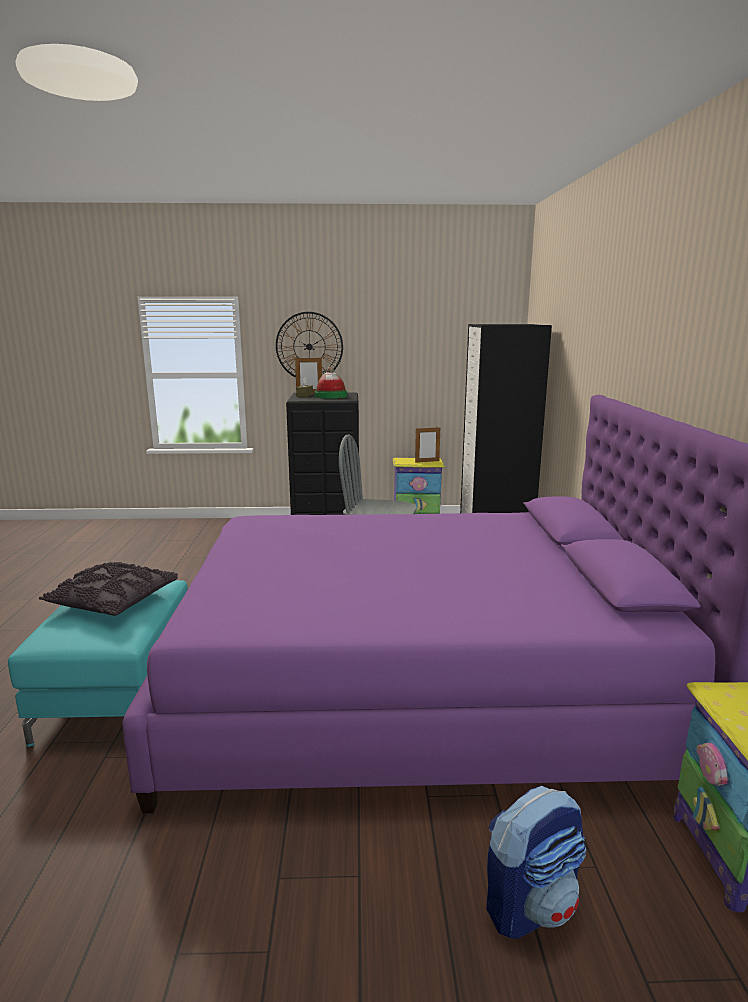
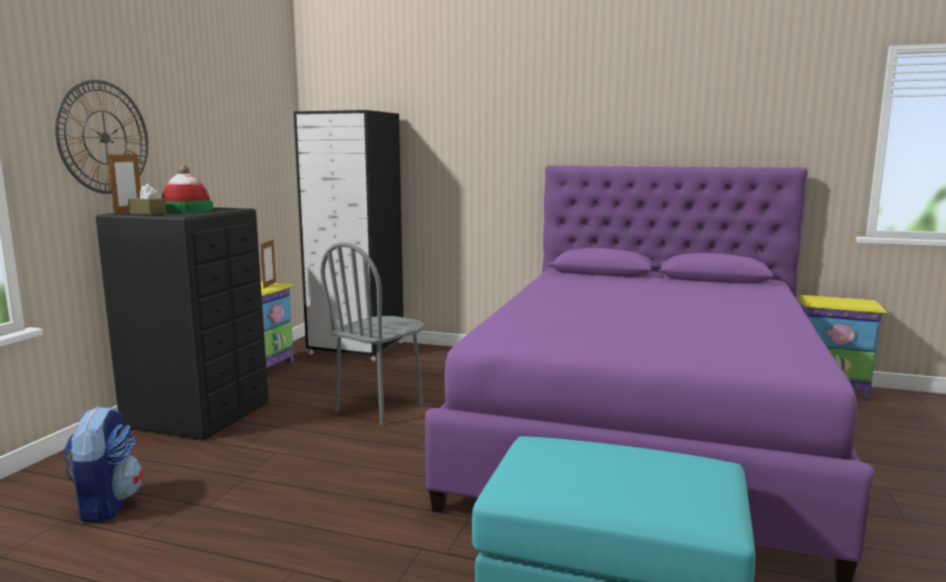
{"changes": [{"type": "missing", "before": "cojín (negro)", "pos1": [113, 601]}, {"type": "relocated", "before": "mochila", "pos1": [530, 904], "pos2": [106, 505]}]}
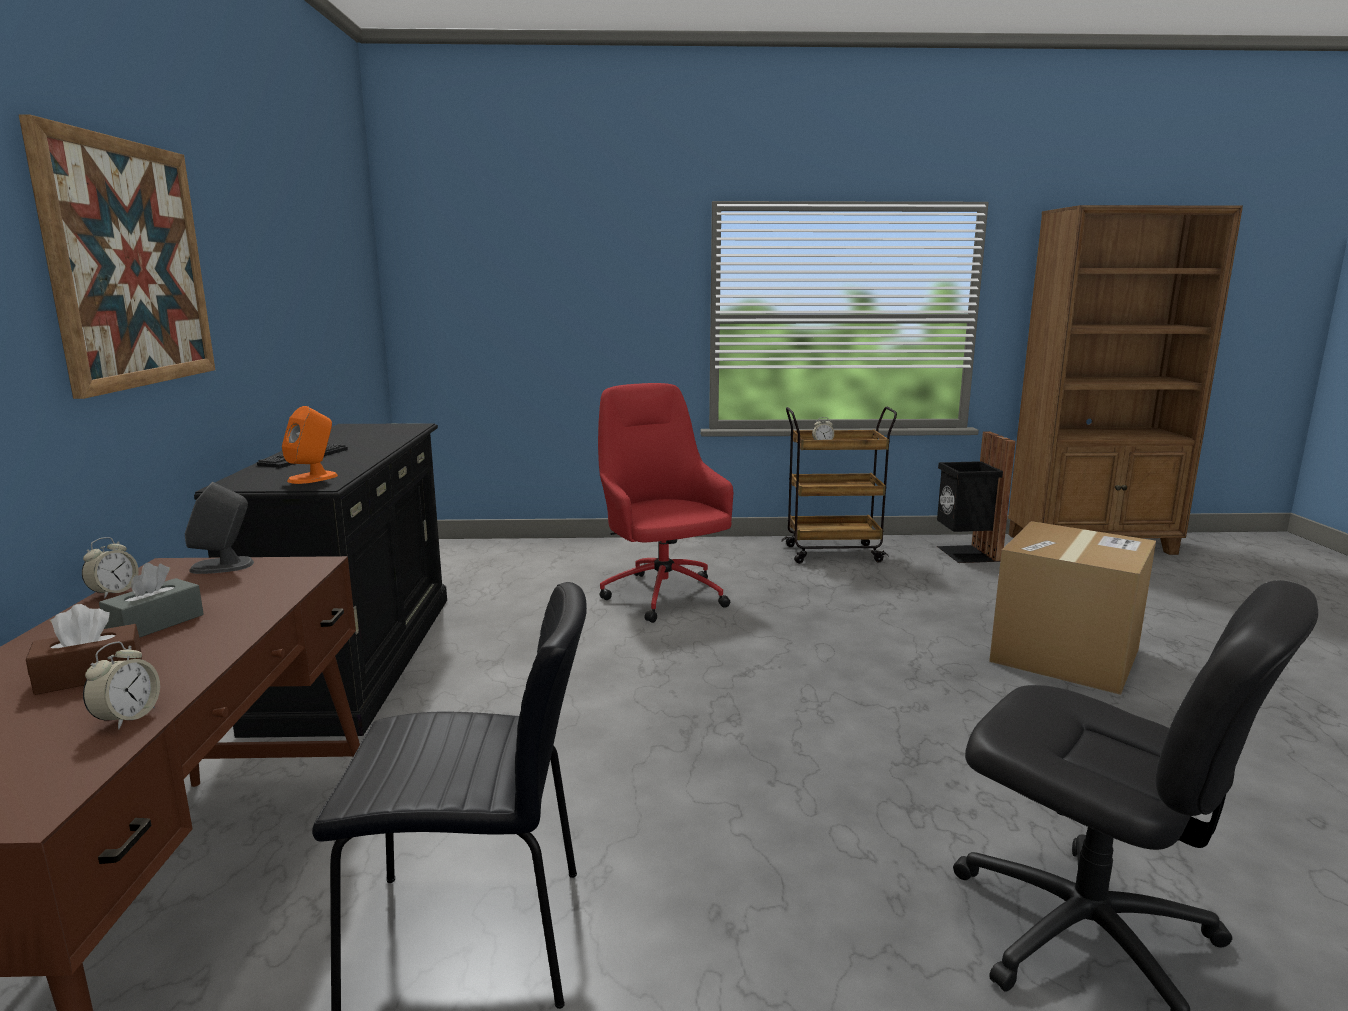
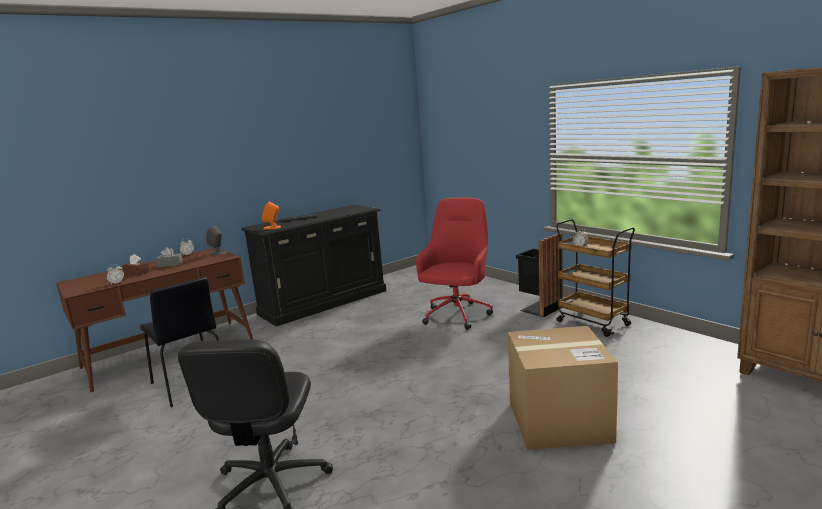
{"changes": [{"type": "missing", "before": "cuadro", "pos1": [129, 264]}, {"type": "relocated", "before": "papelera (negro)", "pos1": [966, 554], "pos2": [539, 308]}]}
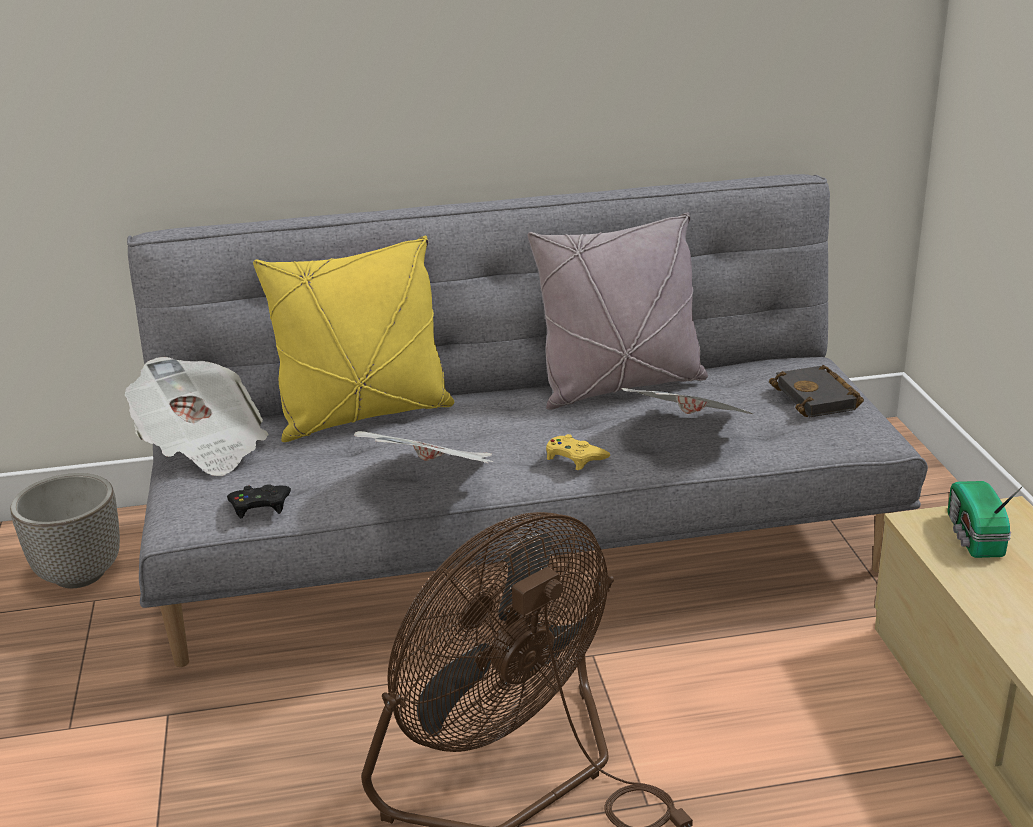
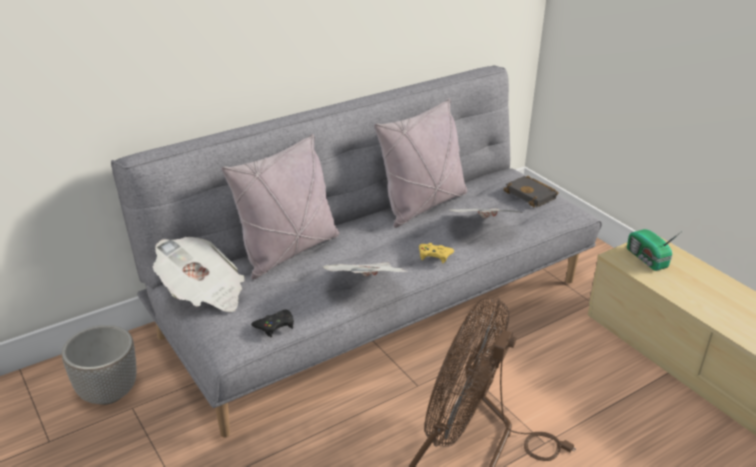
{"changes": [{"type": "colour", "before": "cojín (amarillo)", "after": "cojín (morado)", "pos1": [364, 415], "pos2": [288, 251]}]}
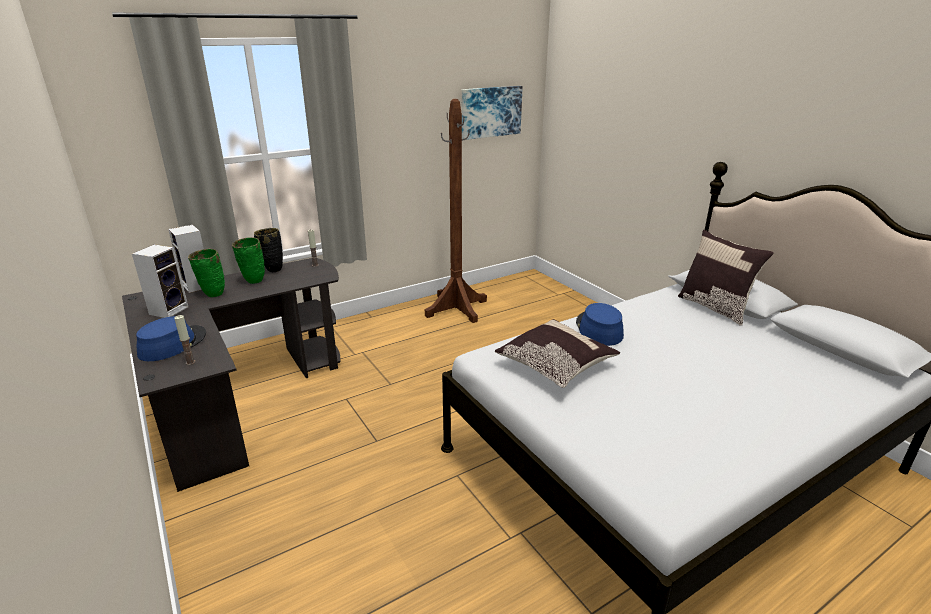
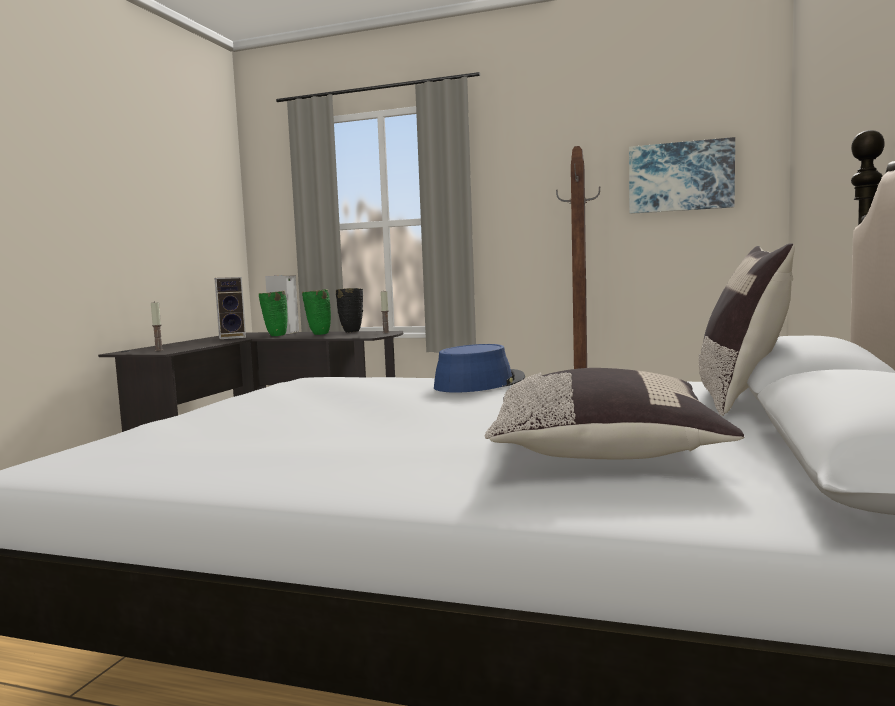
{"changes": [{"type": "missing", "before": "sombrero (azul)", "pos1": [172, 344]}, {"type": "relocated", "before": "cojín", "pos1": [555, 365], "pos2": [602, 451]}]}
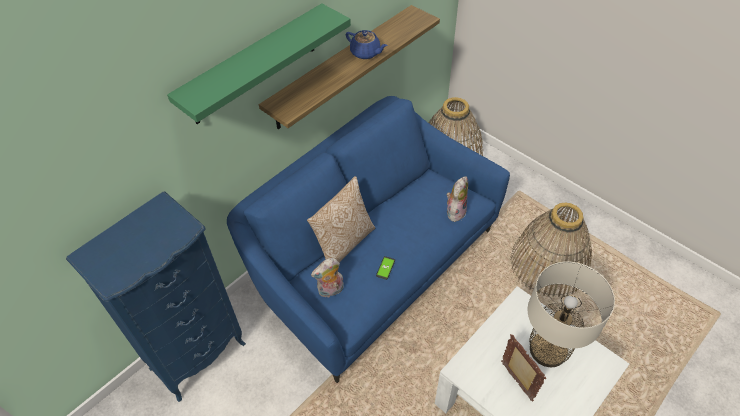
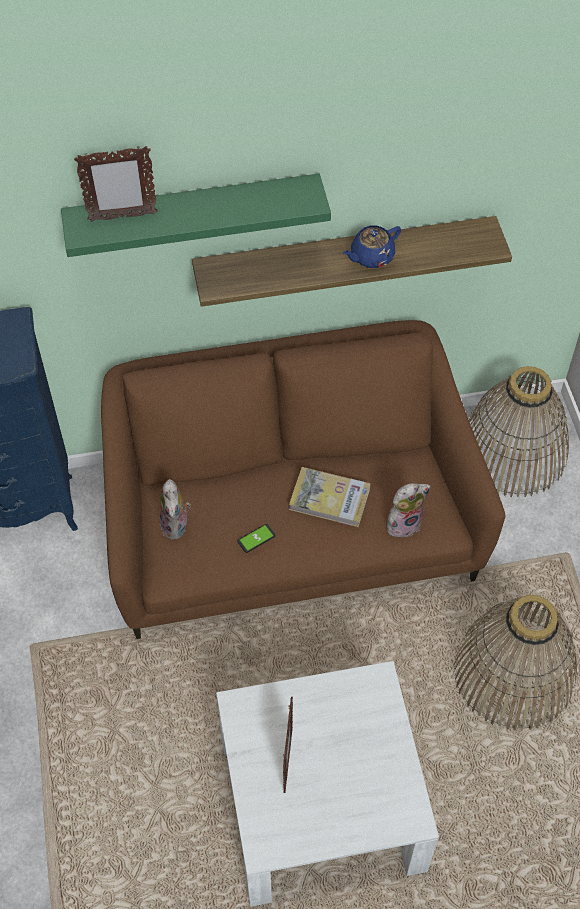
{"changes": [{"type": "missing", "before": "cojín", "pos1": [344, 244]}, {"type": "missing", "before": "lámpara de mesa", "pos1": [548, 350]}, {"type": "appeared", "after": "portarretratos", "pos2": [122, 217]}, {"type": "appeared", "after": "libro", "pos2": [329, 499]}, {"type": "colour", "before": "sofá (azul)", "after": "sofá (marrón)", "pos1": [372, 264], "pos2": [290, 529]}, {"type": "spun", "before": "peluche", "pos1": [330, 291], "pos2": [177, 526], "turn": -105}, {"type": "spun", "before": "tetera (azul)", "pos1": [366, 53], "pos2": [371, 257], "turn": 75}]}
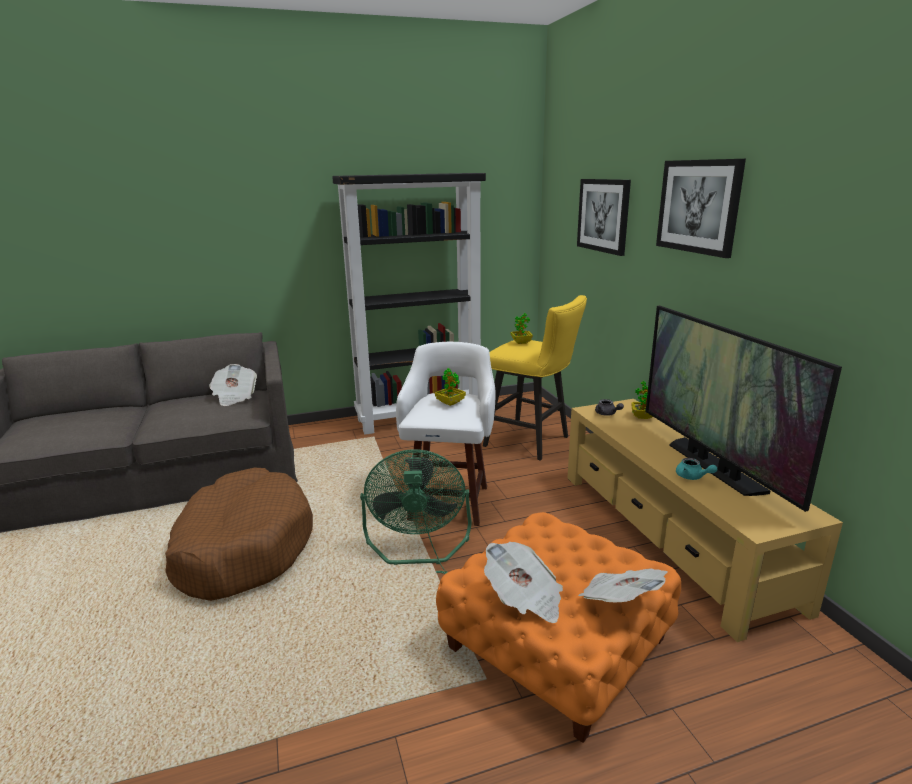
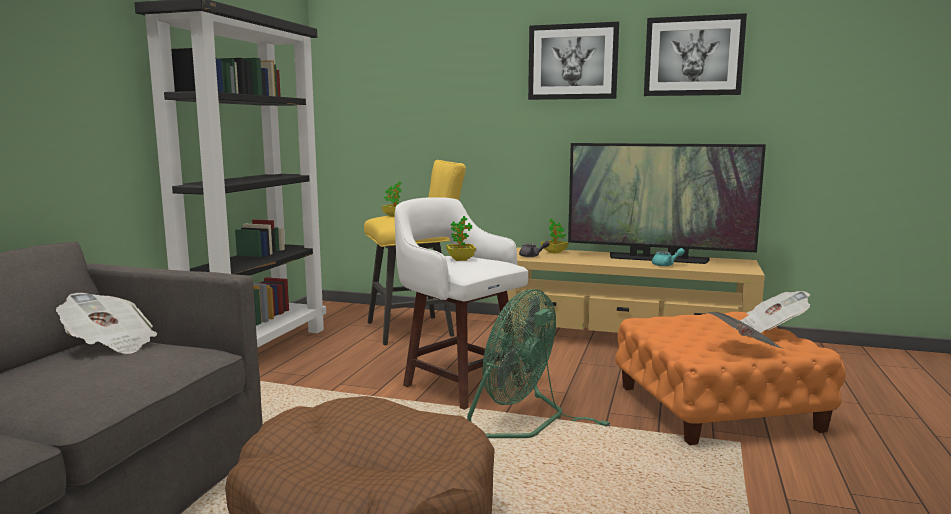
{"changes": [{"type": "relocated", "before": "cuadro", "pos1": [603, 215], "pos2": [693, 56]}]}
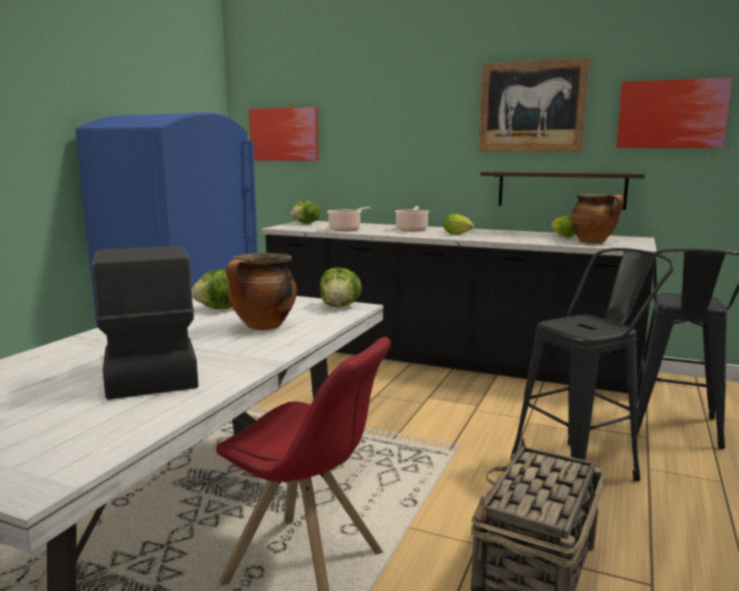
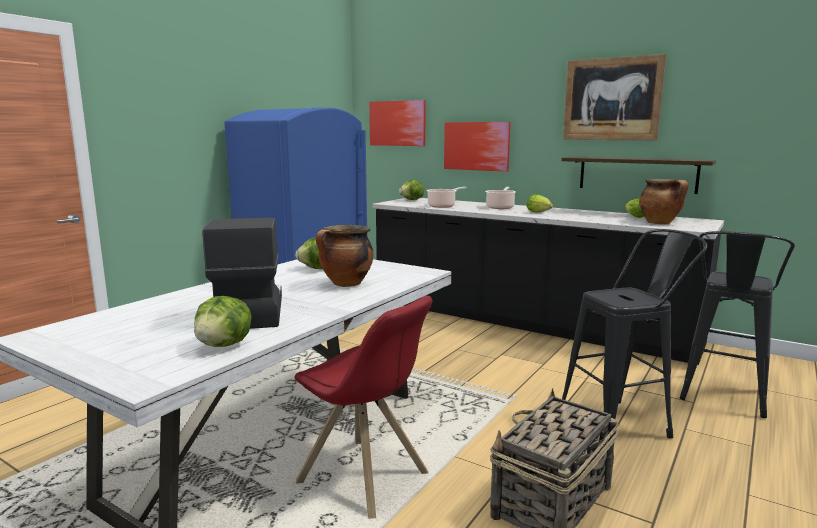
{"changes": [{"type": "relocated", "before": "lechuga", "pos1": [340, 306], "pos2": [225, 345]}, {"type": "relocated", "before": "cuadro", "pos1": [671, 114], "pos2": [476, 146]}]}
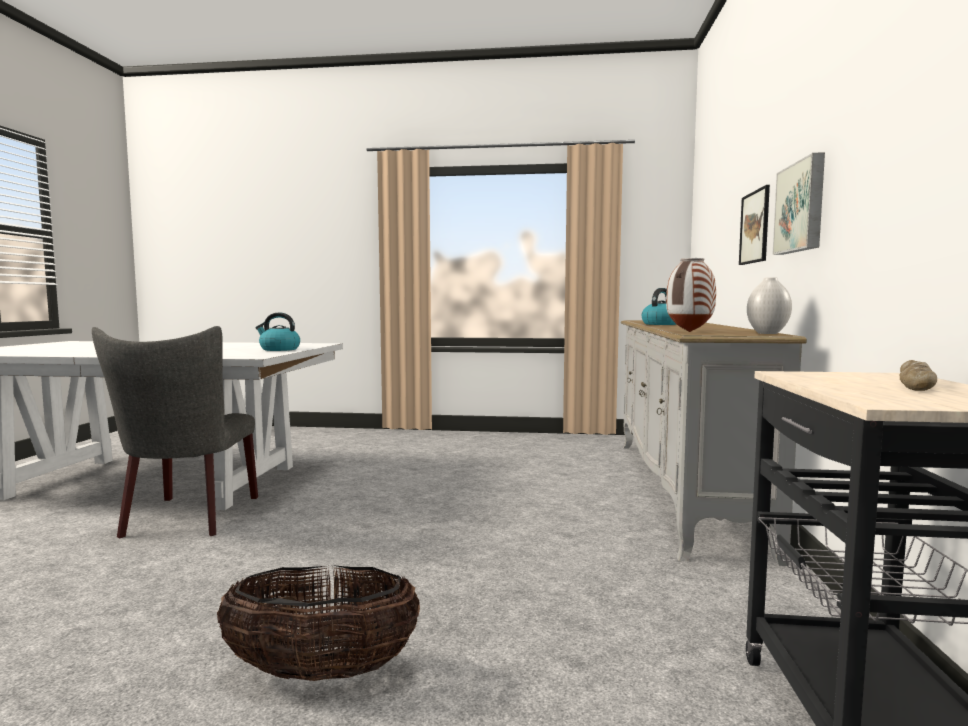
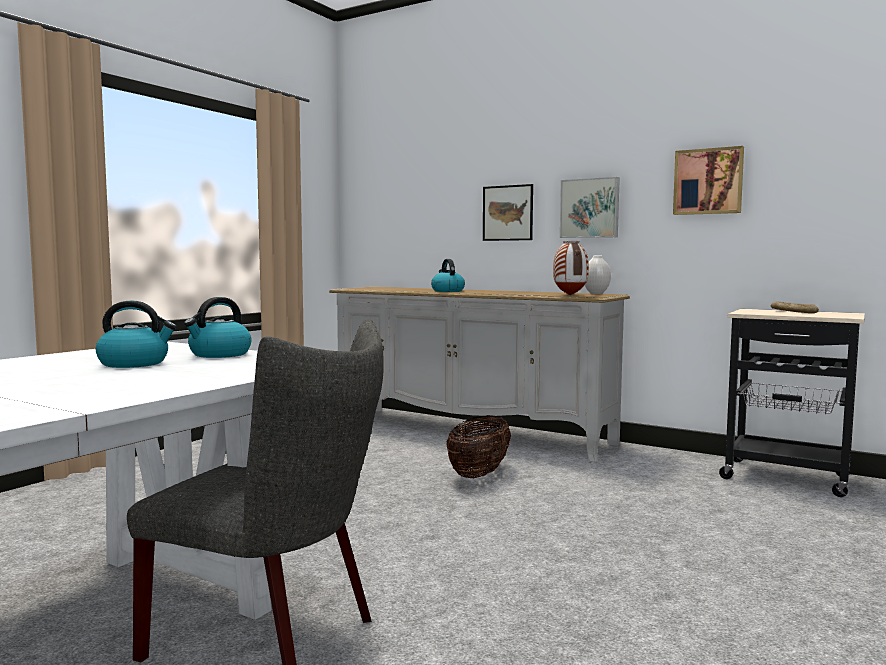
{"changes": [{"type": "appeared", "after": "hervidor", "pos2": [135, 363]}, {"type": "appeared", "after": "cuadro", "pos2": [708, 181]}, {"type": "relocated", "before": "cesta", "pos1": [322, 672], "pos2": [479, 474]}]}
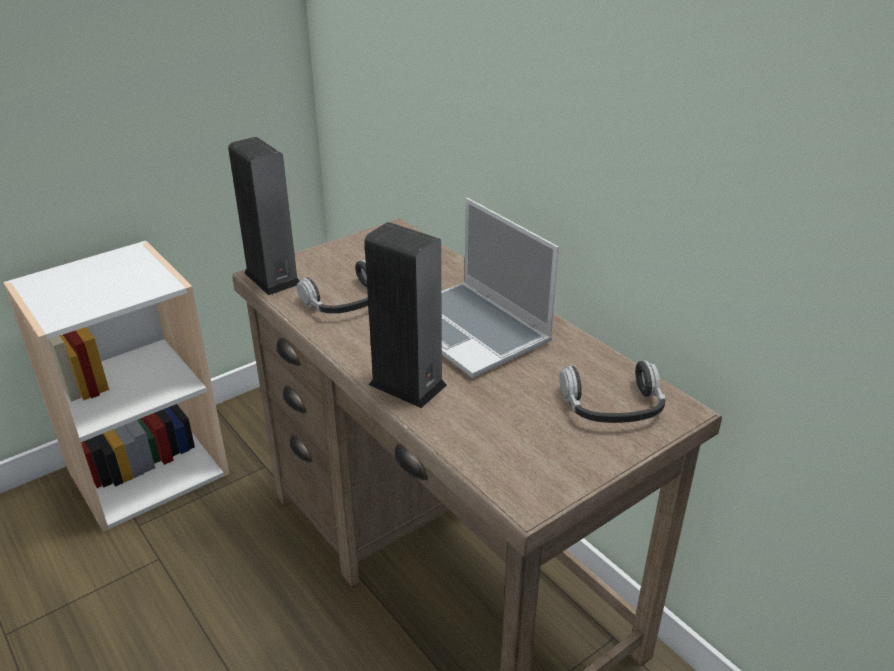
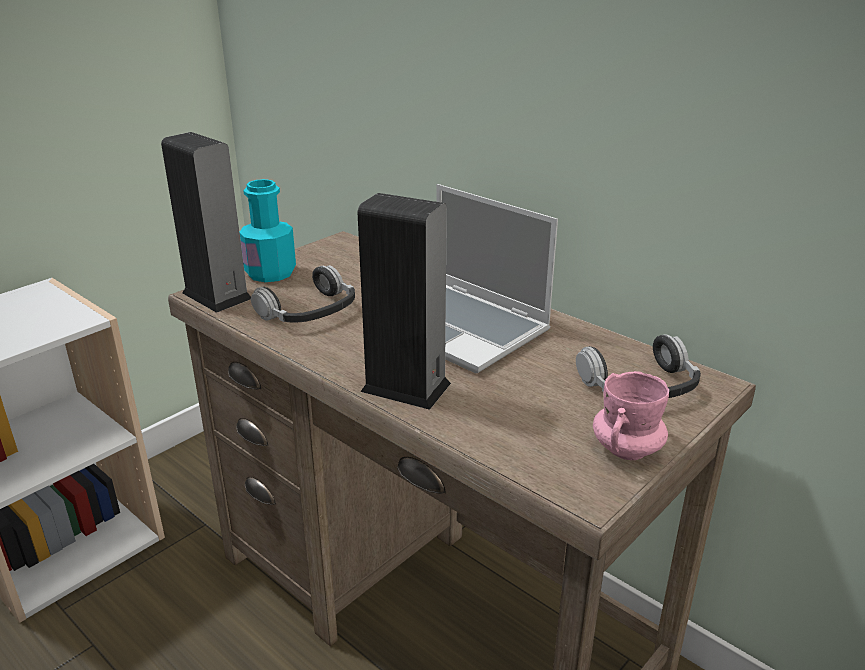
{"changes": [{"type": "appeared", "after": "botella (turquesa)", "pos2": [270, 273]}, {"type": "appeared", "after": "taza grande (rosa)", "pos2": [626, 449]}]}
